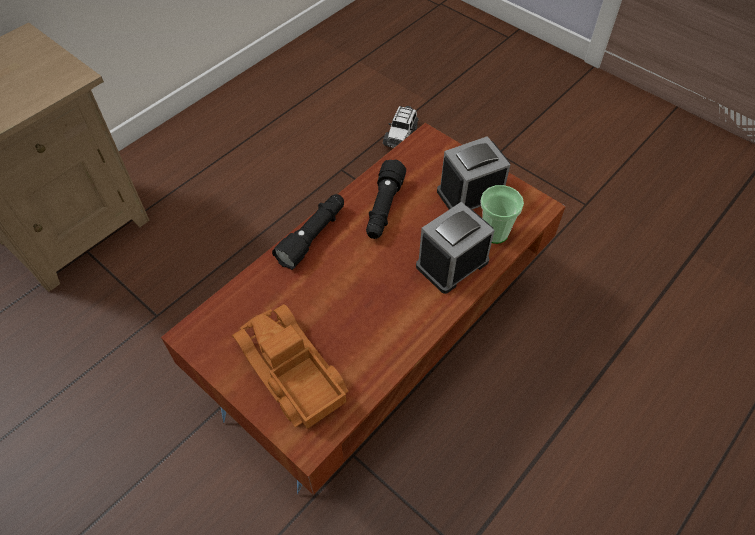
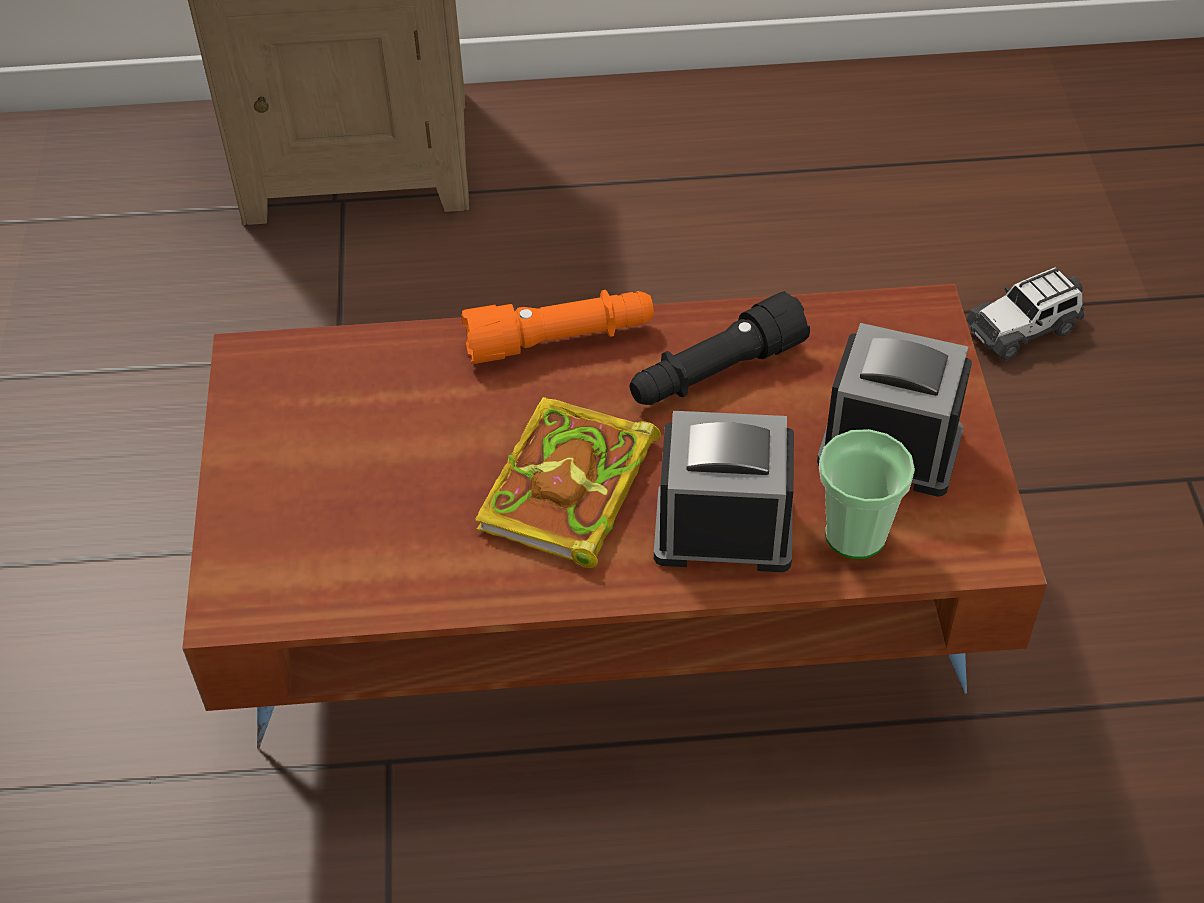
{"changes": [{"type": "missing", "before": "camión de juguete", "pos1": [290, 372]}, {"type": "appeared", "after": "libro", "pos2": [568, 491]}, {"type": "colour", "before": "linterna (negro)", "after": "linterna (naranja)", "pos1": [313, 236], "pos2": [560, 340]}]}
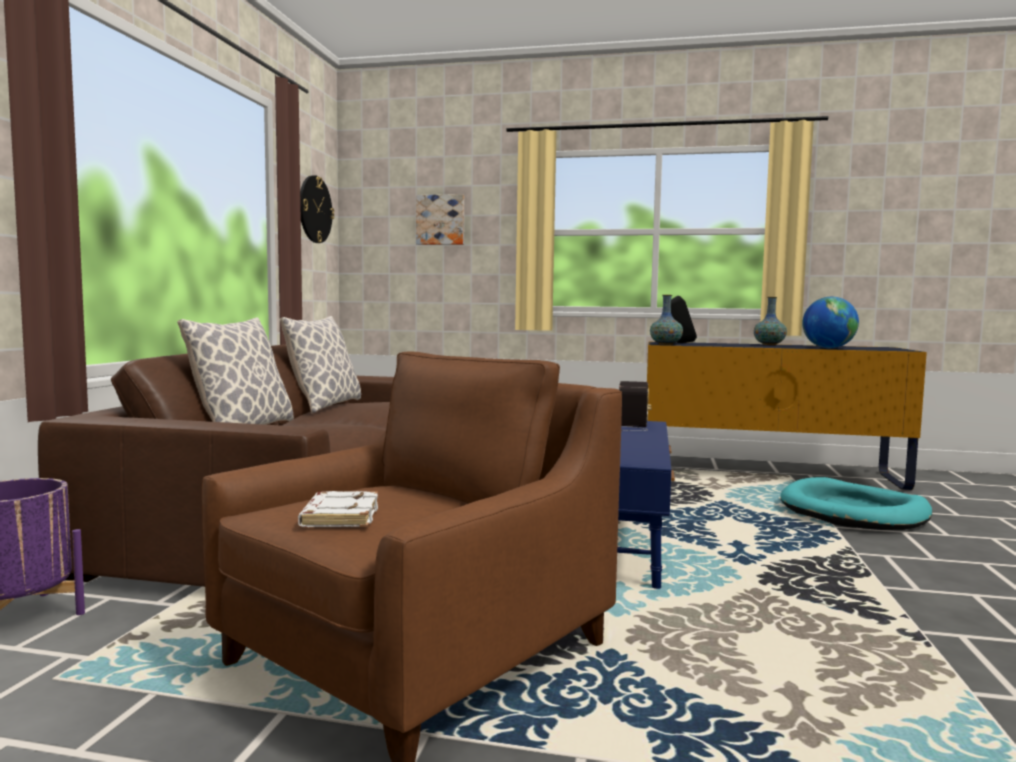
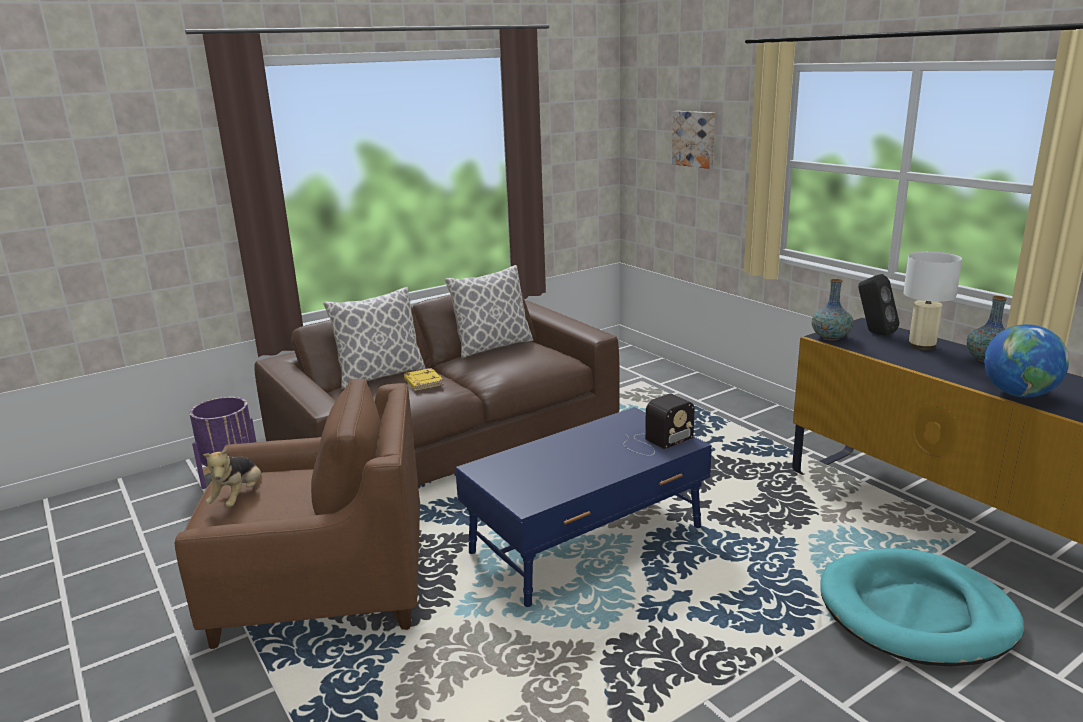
{"changes": [{"type": "missing", "before": "reloj de pared", "pos1": [315, 209]}, {"type": "appeared", "after": "libro (amarillo)", "pos2": [423, 382]}, {"type": "appeared", "after": "lámpara de mesa (blanco)", "pos2": [922, 346]}, {"type": "exchanged", "before": "libro (blanco)", "after": "peluche", "pos1": [339, 516], "pos2": [239, 498]}]}
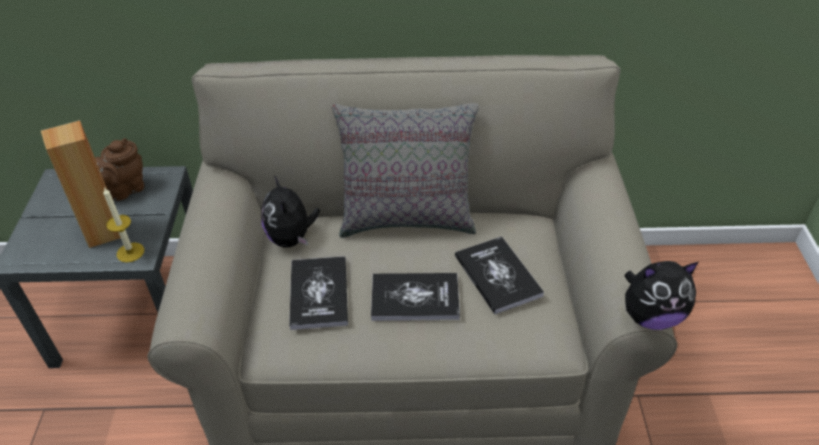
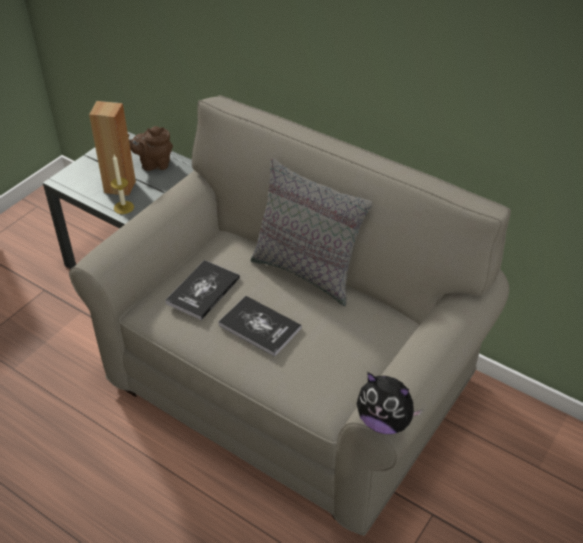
{"changes": [{"type": "missing", "before": "peluche", "pos1": [291, 238]}, {"type": "missing", "before": "libro", "pos1": [497, 276]}]}
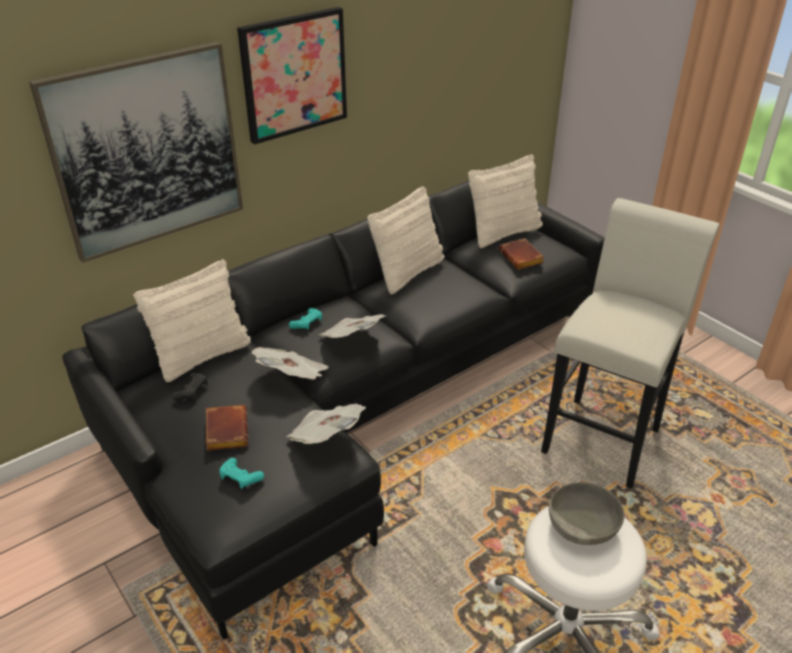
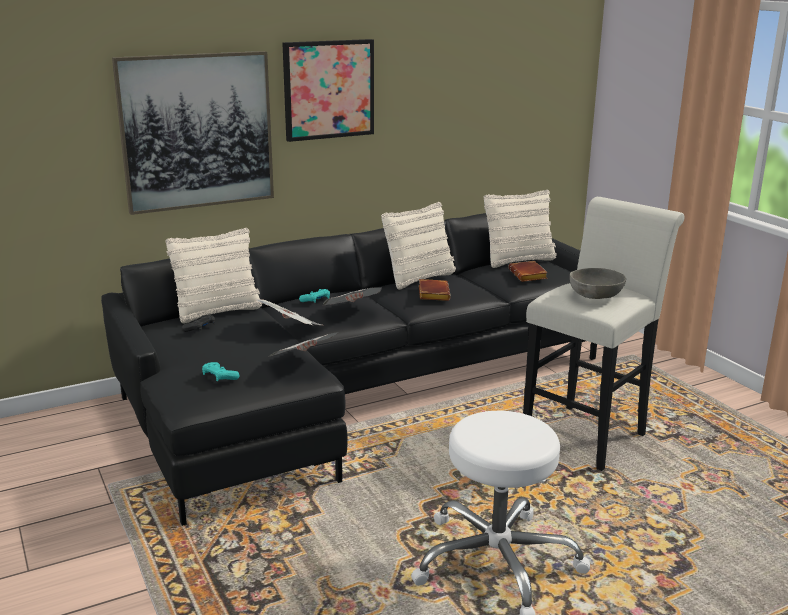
{"changes": [{"type": "relocated", "before": "libro (marrón)", "pos1": [225, 431], "pos2": [432, 294]}, {"type": "relocated", "before": "cuenco (gris)", "pos1": [583, 528], "pos2": [596, 296]}]}
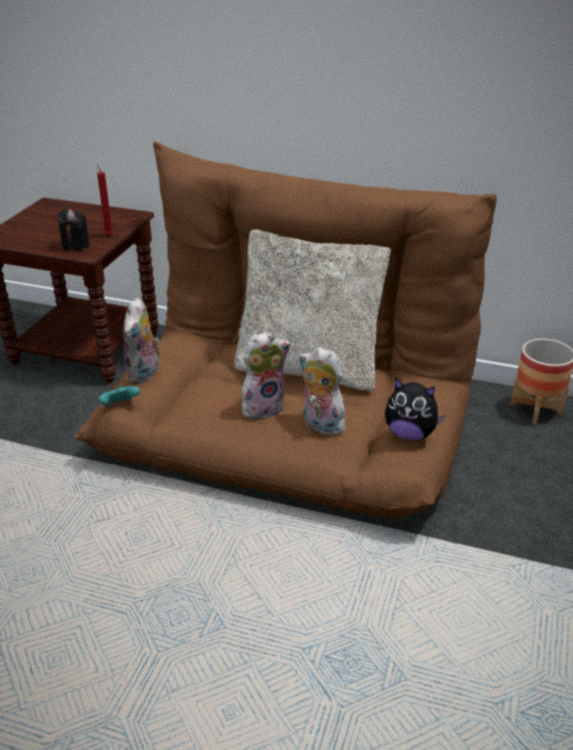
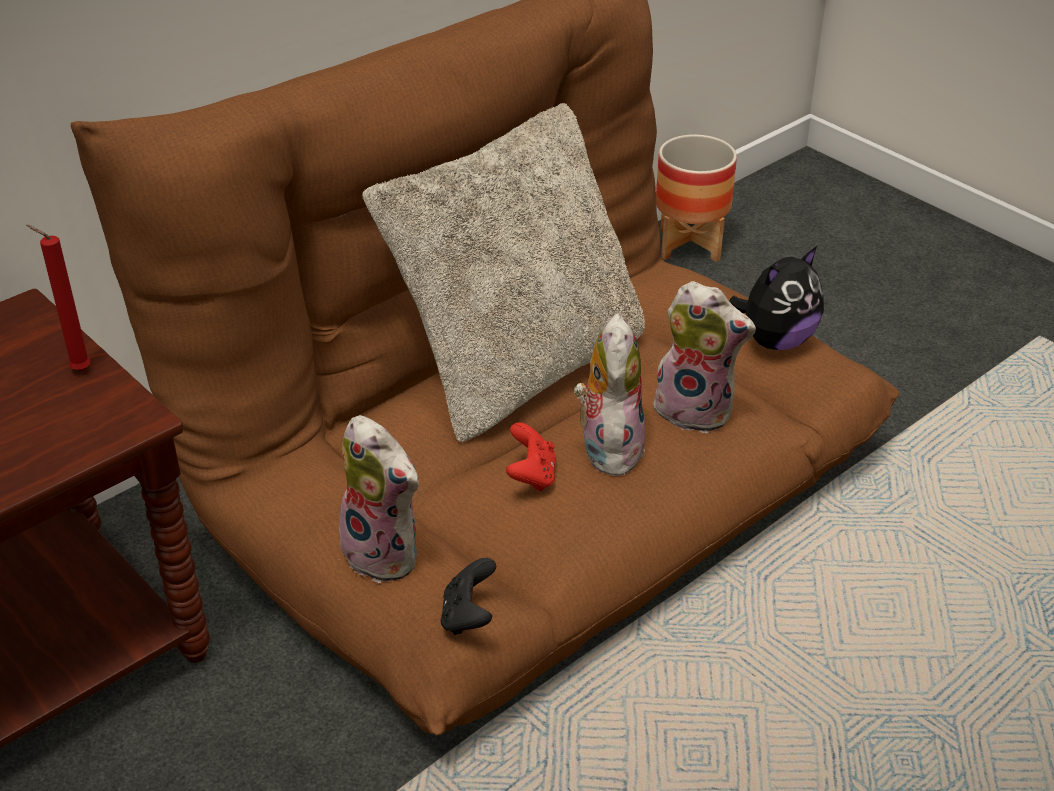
{"changes": [{"type": "missing", "before": "vela (negro)", "pos1": [76, 246]}, {"type": "appeared", "after": "mando de consola (rojo)", "pos2": [531, 476]}, {"type": "colour", "before": "mando de consola (turquesa)", "after": "mando de consola (negro)", "pos1": [119, 406], "pos2": [468, 616]}, {"type": "spun", "before": "peluche", "pos1": [320, 425], "pos2": [696, 410], "turn": -135}]}
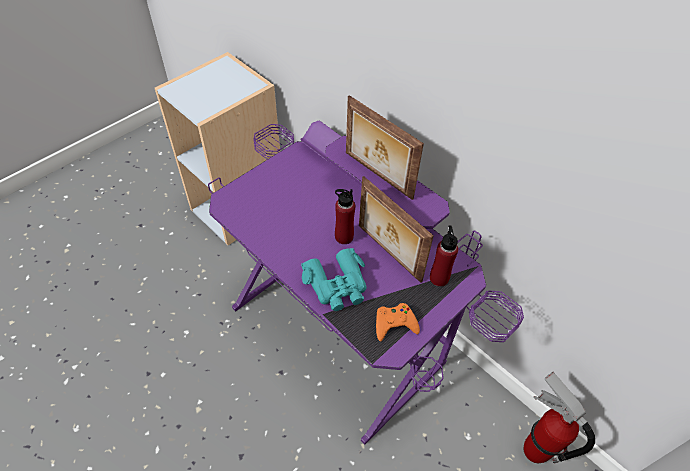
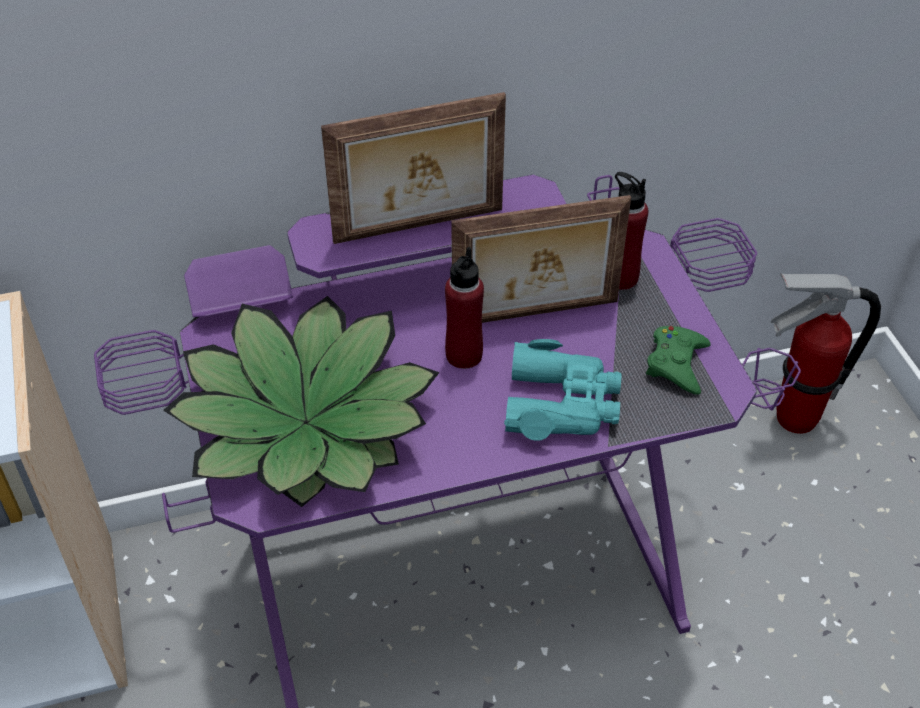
{"changes": [{"type": "appeared", "after": "planta en maceta", "pos2": [307, 422]}, {"type": "colour", "before": "mando de consola (naranja)", "after": "mando de consola (verde)", "pos1": [394, 324], "pos2": [676, 364]}]}
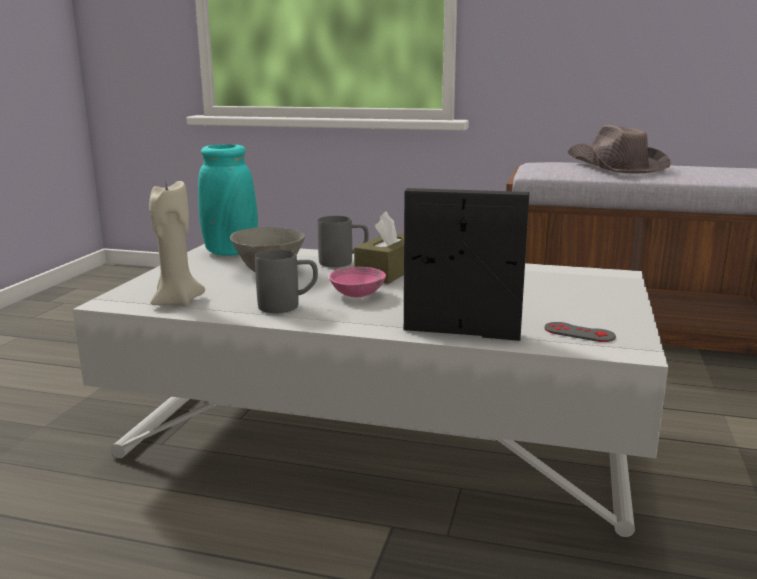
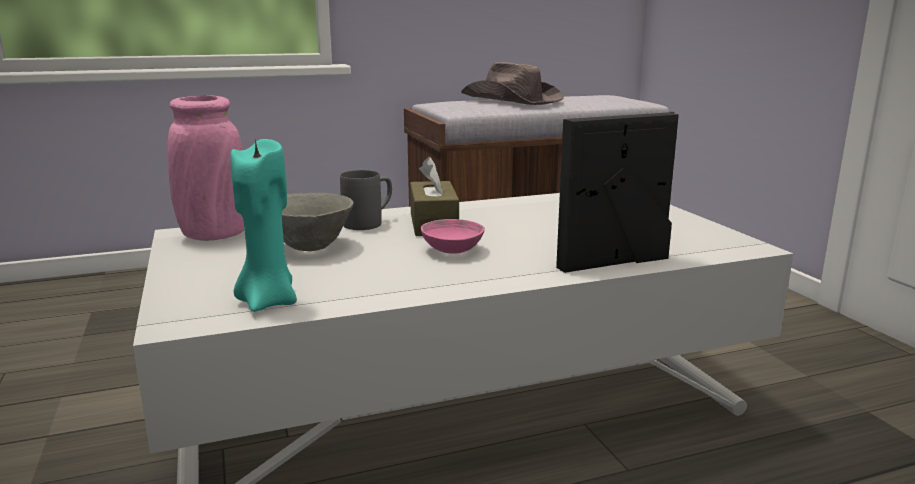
{"changes": [{"type": "missing", "before": "taza grande (gris)", "pos1": [288, 305]}, {"type": "missing", "before": "mando de consola (gris)", "pos1": [579, 332]}, {"type": "colour", "before": "vela (beis)", "after": "vela (turquesa)", "pos1": [176, 301], "pos2": [268, 302]}, {"type": "colour", "before": "florero (turquesa)", "after": "florero (rosa)", "pos1": [230, 252], "pos2": [215, 235]}]}
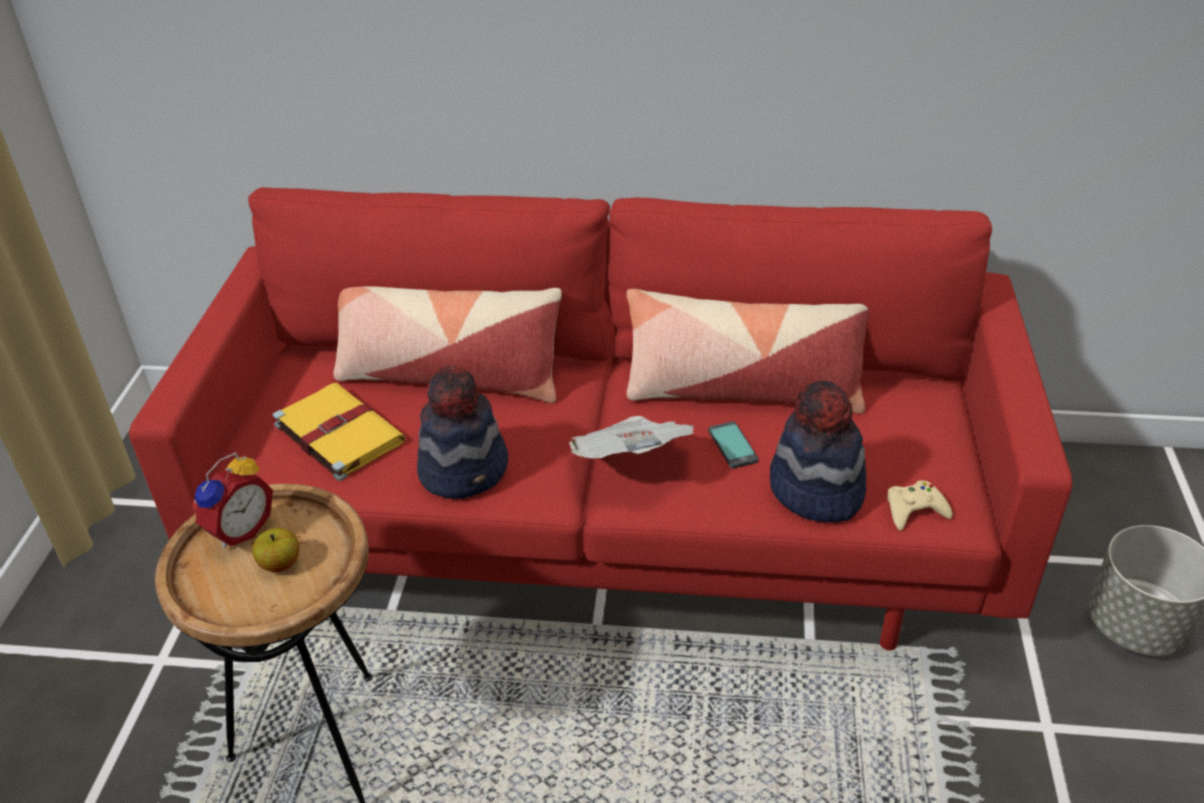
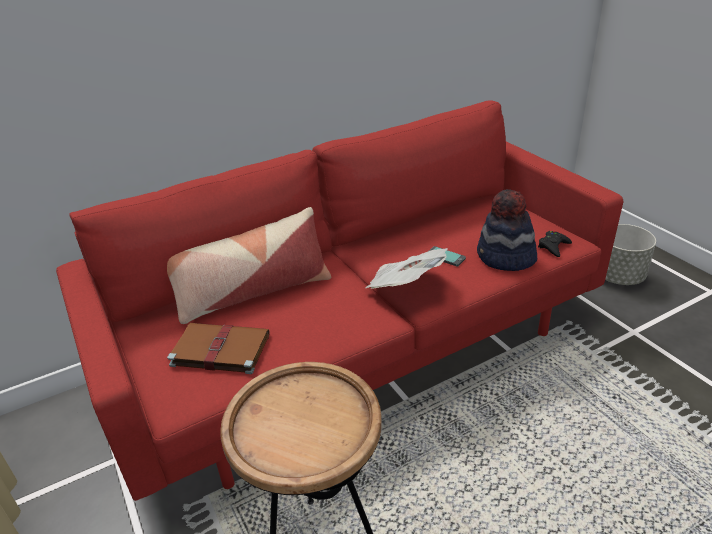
{"changes": [{"type": "missing", "before": "despertador", "pos1": [239, 529]}, {"type": "missing", "before": "manzana", "pos1": [280, 564]}, {"type": "missing", "before": "sombrero", "pos1": [465, 469]}, {"type": "missing", "before": "cojín", "pos1": [742, 390]}, {"type": "colour", "before": "libro (amarillo)", "after": "libro (marrón)", "pos1": [337, 432], "pos2": [218, 350]}, {"type": "colour", "before": "mando de consola (beis)", "after": "mando de consola (negro)", "pos1": [914, 510], "pos2": [553, 246]}]}
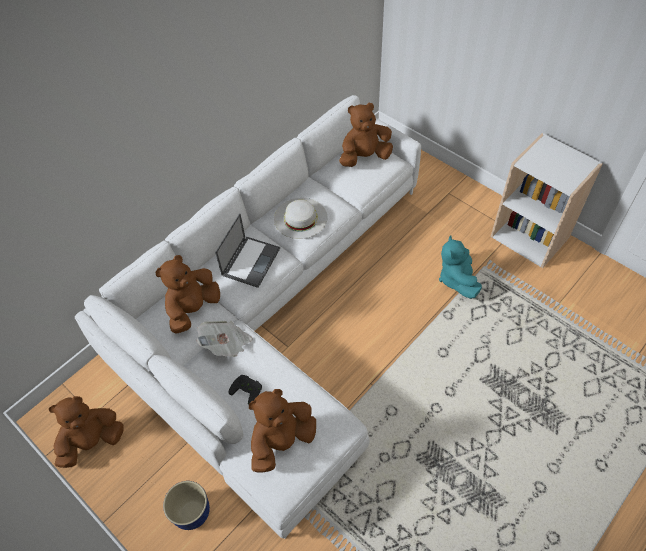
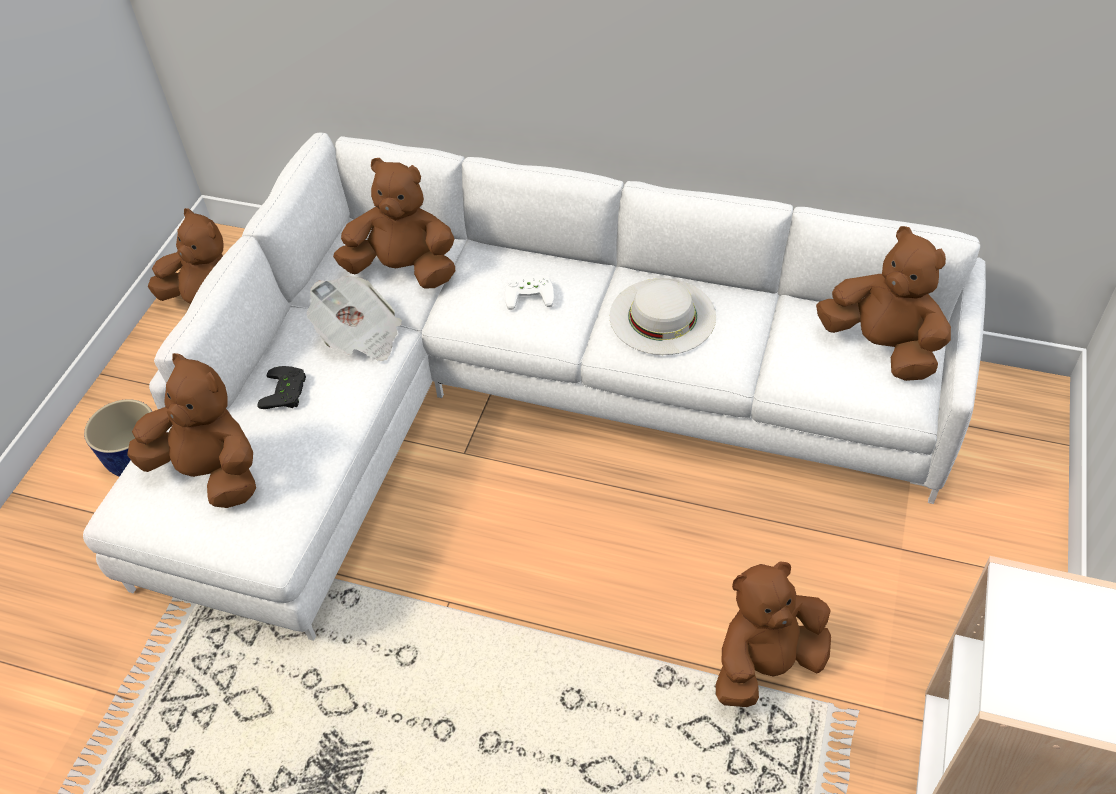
{"changes": [{"type": "exchanged", "before": "portátil", "after": "mando de consola (blanco)", "pos1": [251, 261], "pos2": [529, 293]}, {"type": "colour", "before": "peluche (turquesa)", "after": "peluche (marrón)", "pos1": [457, 279], "pos2": [766, 663]}]}
